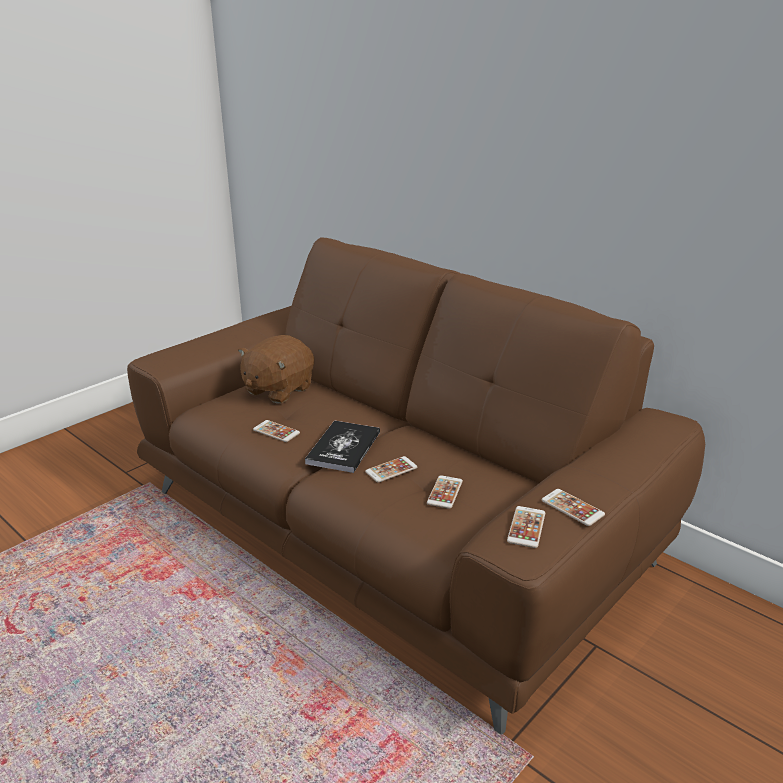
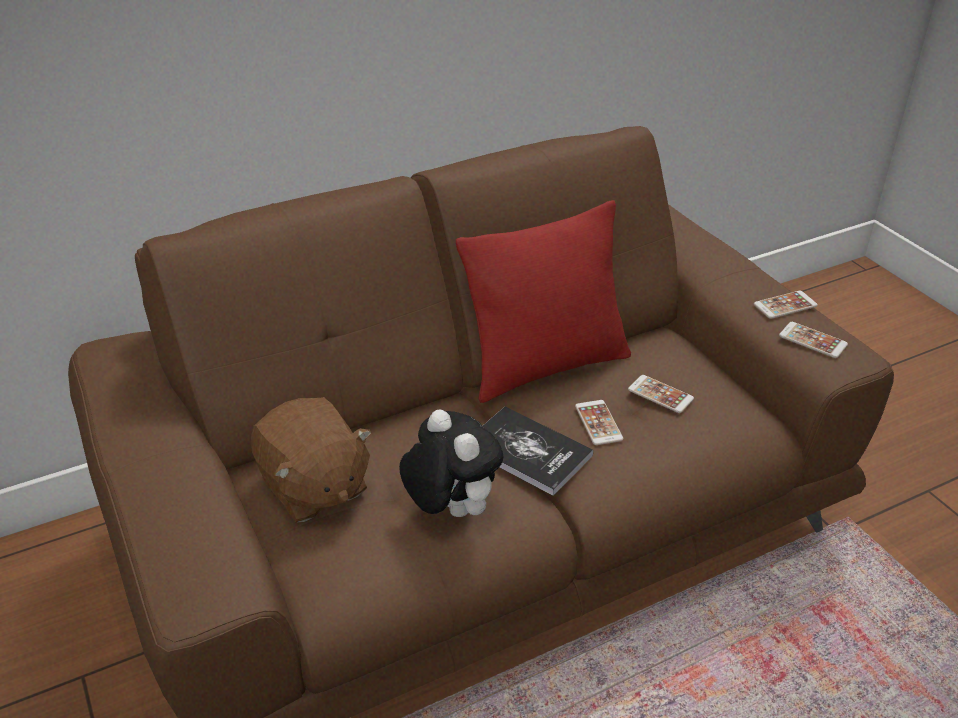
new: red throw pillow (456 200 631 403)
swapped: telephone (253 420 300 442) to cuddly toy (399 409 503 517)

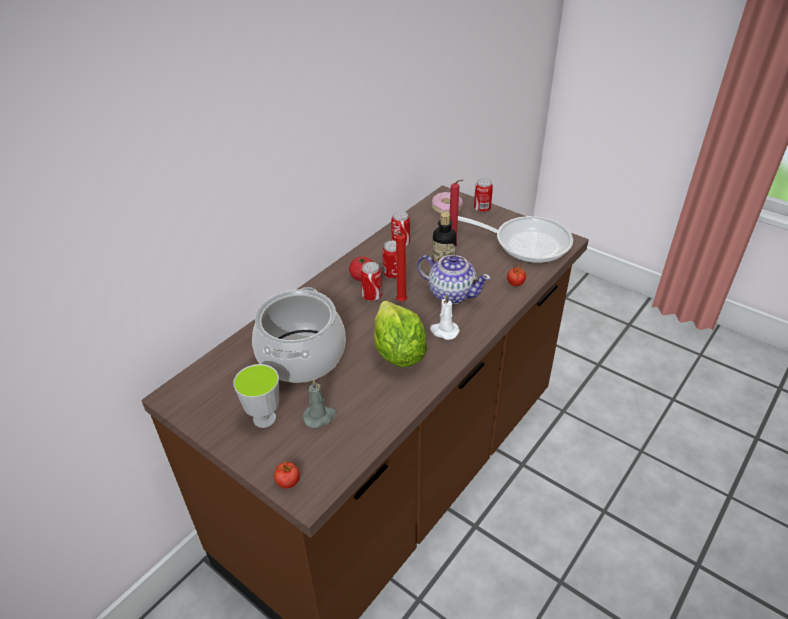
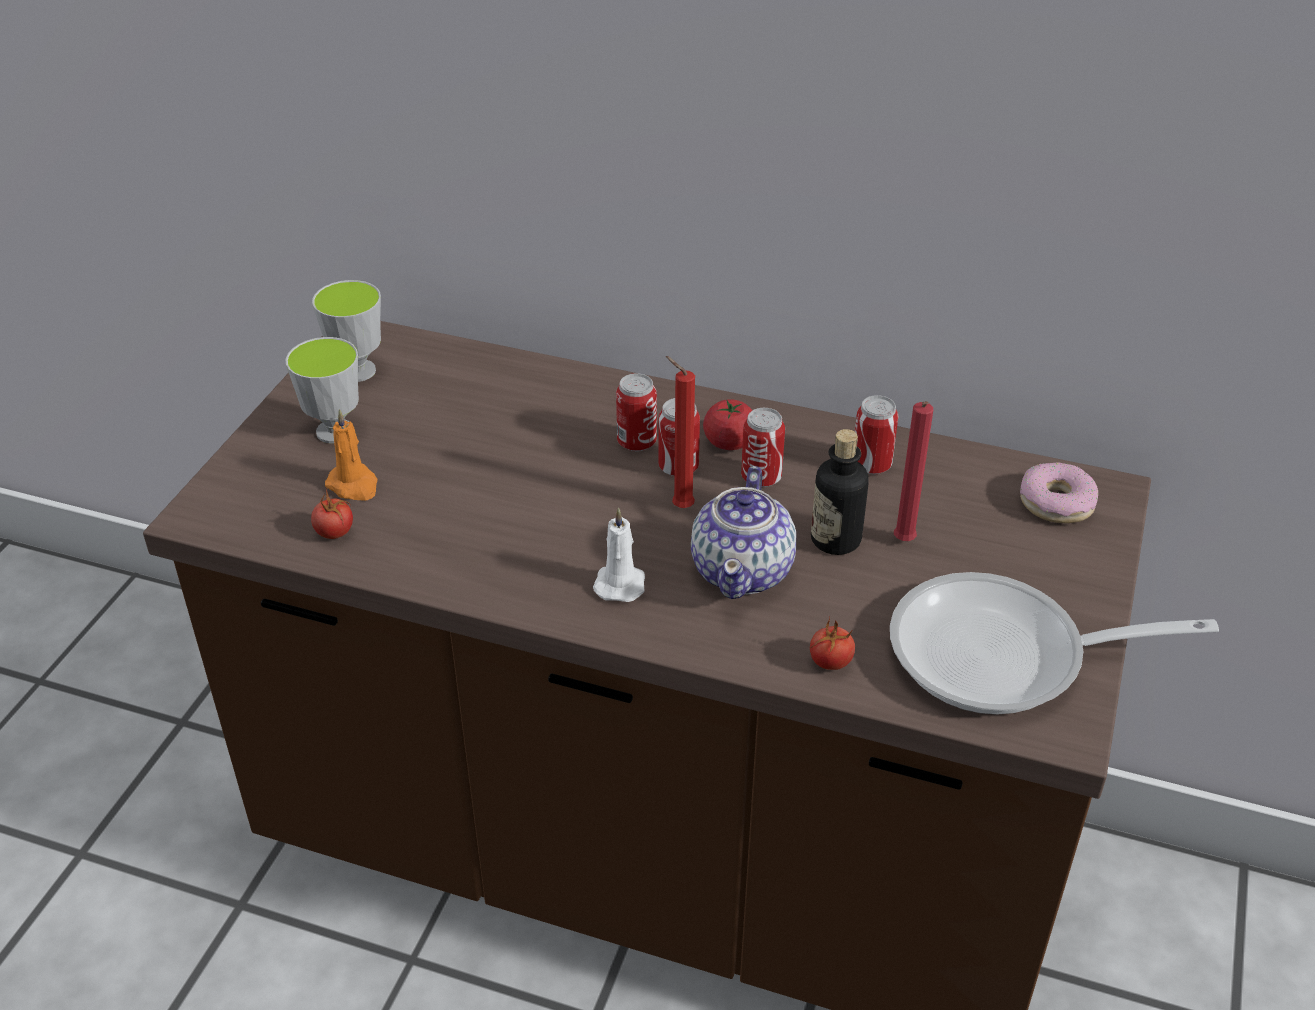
gone: saucepot (252 287 346 383); head of lettuce (374 301 428 367)
new: small cup (312 280 381 382)
shifted: metal can (474 178 493 213) to (616 373 657 452); tomato (274 460 300 489) to (311 488 353 539)
repainted: grey wax light (303 379 337 428) to orange-coloured wax light (325 409 378 501)
rotated: skillet (458 216 573 263) = (890 572 1219 714) 90 degrees clockwise

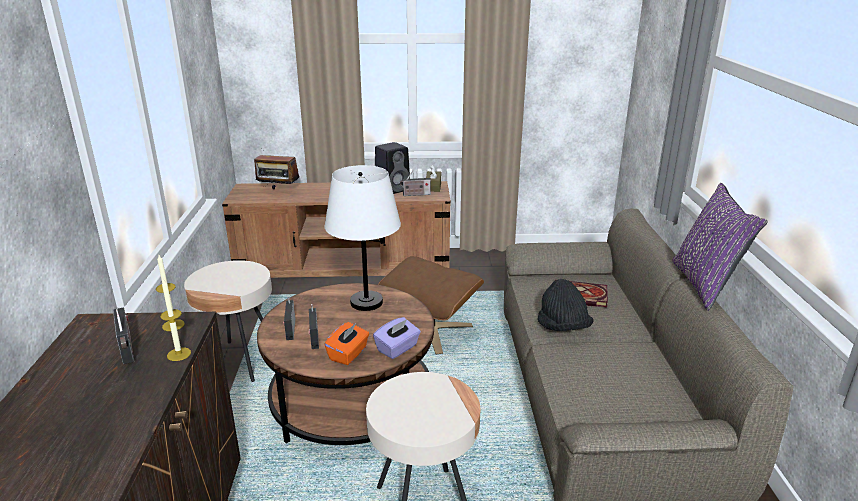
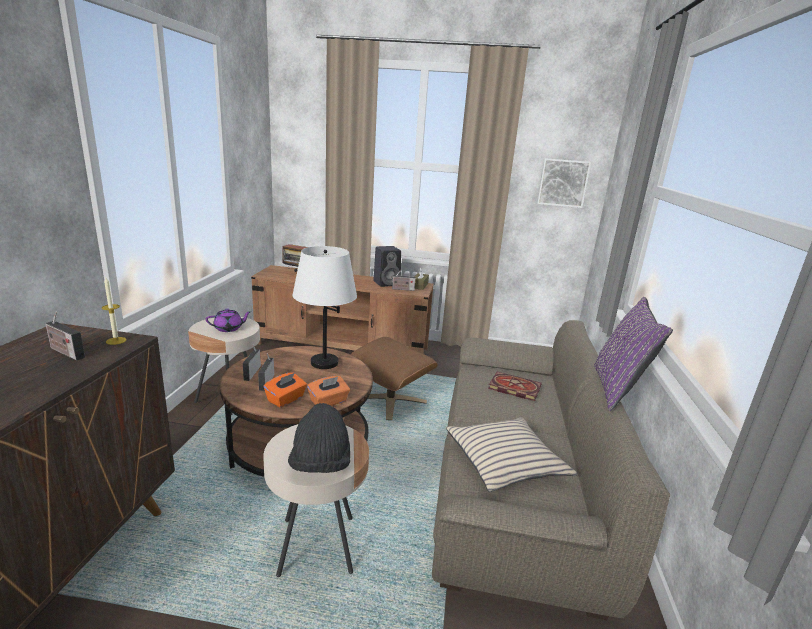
gone: wax light (160 280 191 361)
new: wall picture (537 158 591 208); purple teapot (206 309 252 332); beige-coloured throw pillow (446 417 578 492)
shifted: black-coloured clothing hat (538 279 594 331) to (288 403 350 473)
repainted: purple box of tissues (373 317 421 359) to orange-coloured box of tissues (307 376 350 406)
rotated: radio receiver (113 308 134 364) = (45 311 85 361) 135 degrees clockwise

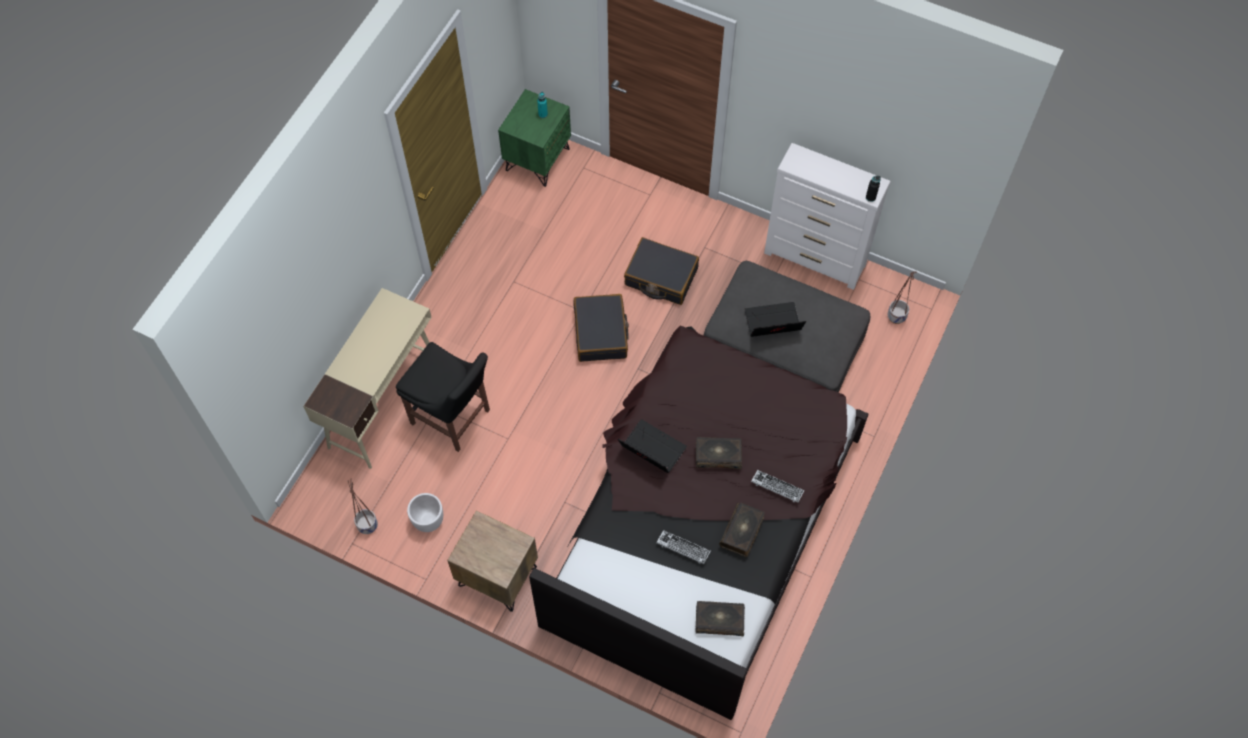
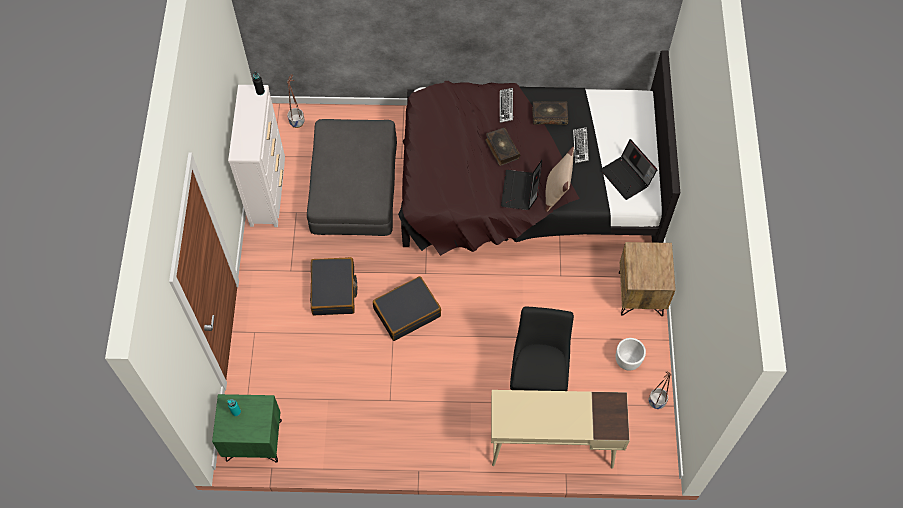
gone: bound book (696 601 745 636)
new: beige-coloured throw pillow (545 147 574 212)
shifted: laptop (744 302 806 337) to (600 139 657 200)

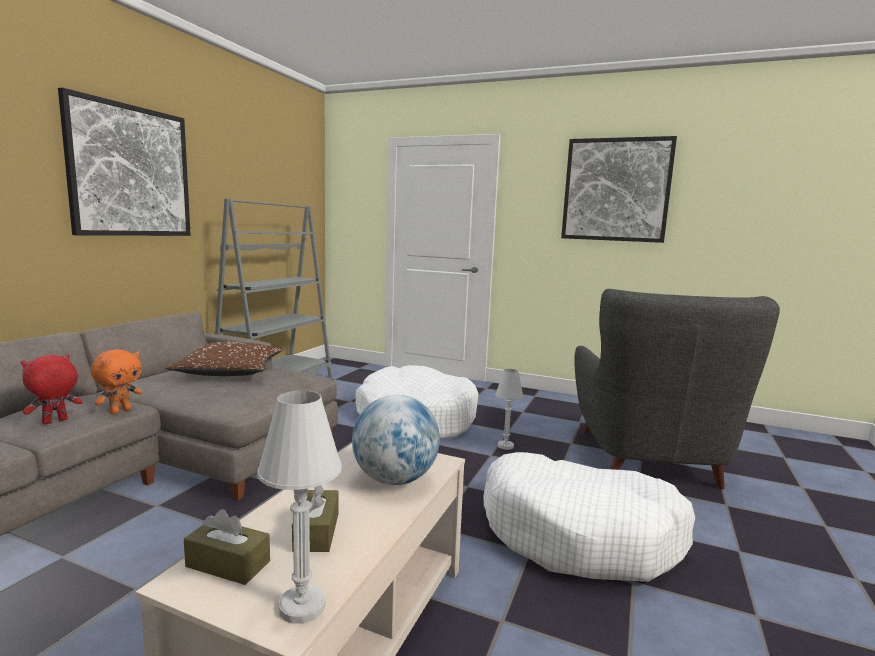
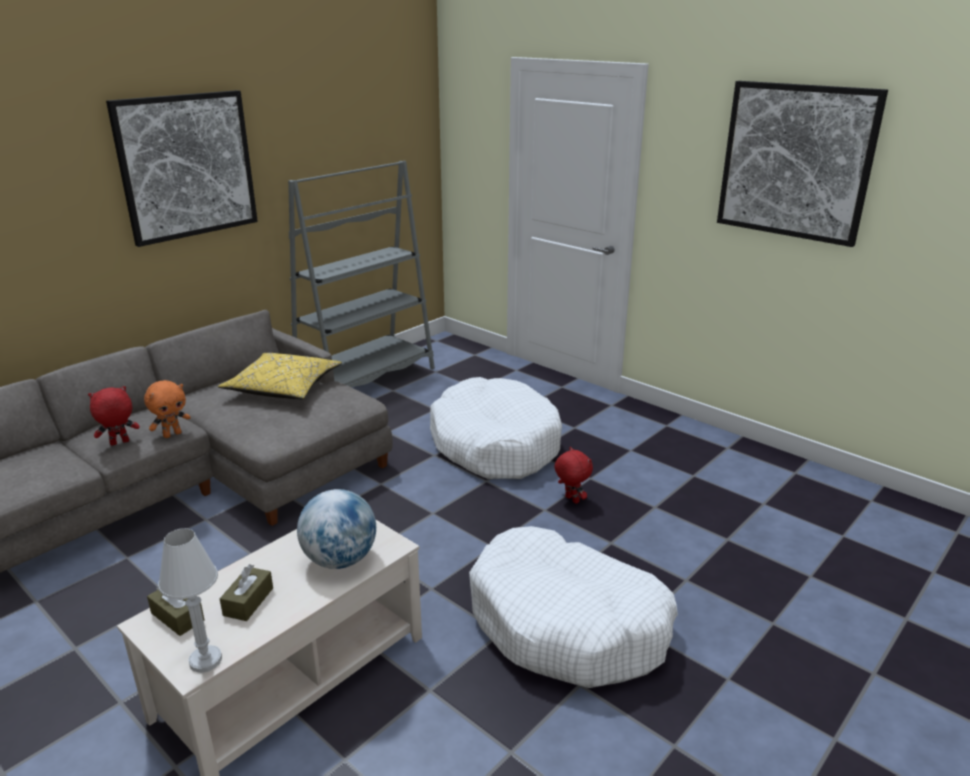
gone: grey lounge chair (574 289 780 489)
swapped: white tabletop lamp (495 369 524 450) to red cuddly toy (554 447 593 504)
repainted: brown-coloured throw pillow (165 342 283 376) to yellowish throw pillow (218 353 342 399)

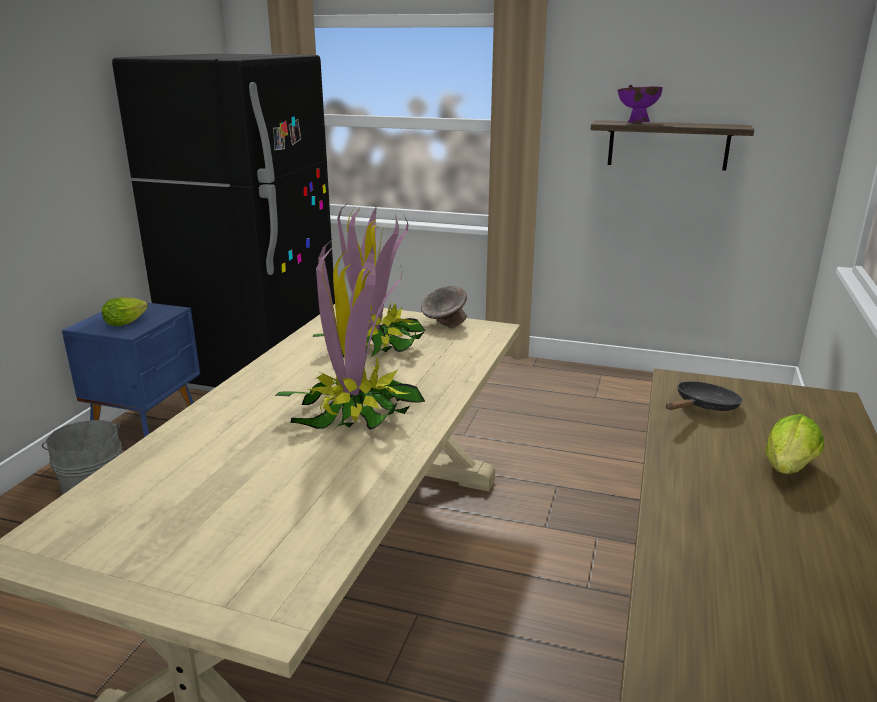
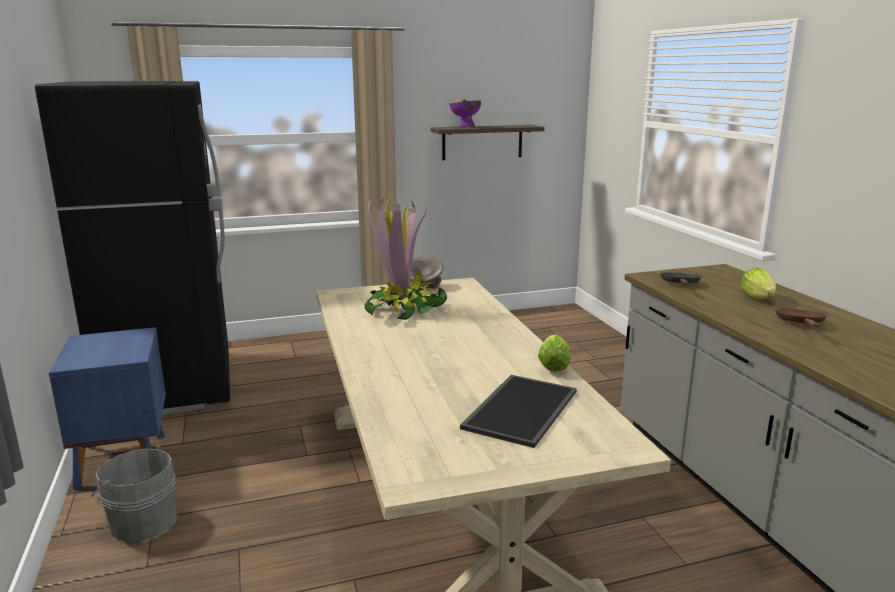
gone: plant in a pot (275 238 425 430)
new: brown-coloured skillet (775 309 827 327); tray (460 375 577 448)
shifted: head of lettuce (102 297 148 326) to (538 335 570 372)

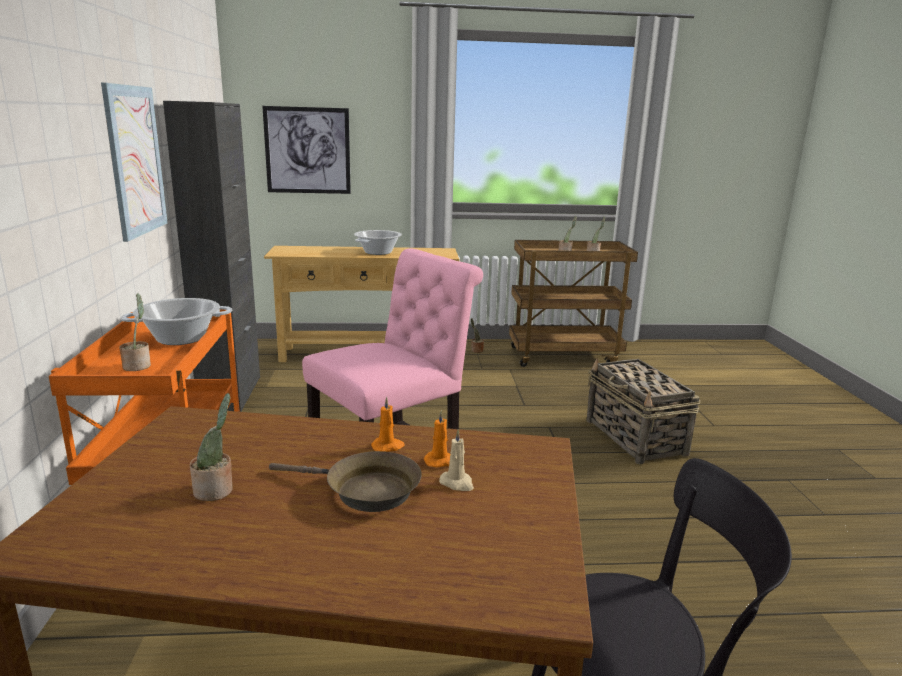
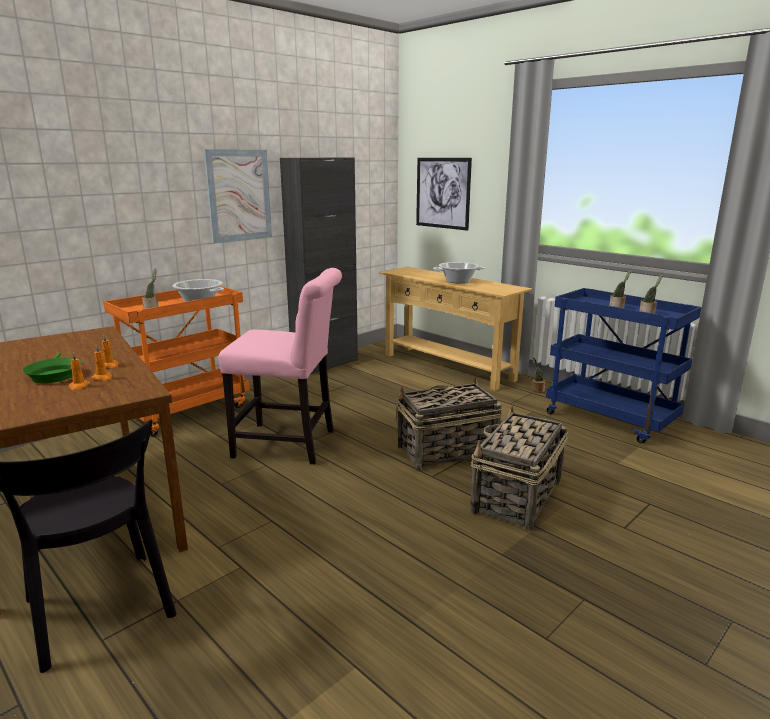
gone: plant in a pot (190 393 233 501)
new: household basket (396 378 502 470)
repainted: brown-coloured trolley (509 240 638 367) to blue trolley (546 288 702 444); beige-coloured wax light (439 429 474 491) to orange-coloured wax light (69 352 90 391); brown-coloured skillet (269 451 422 512) to green-coloured skillet (23 353 81 383)

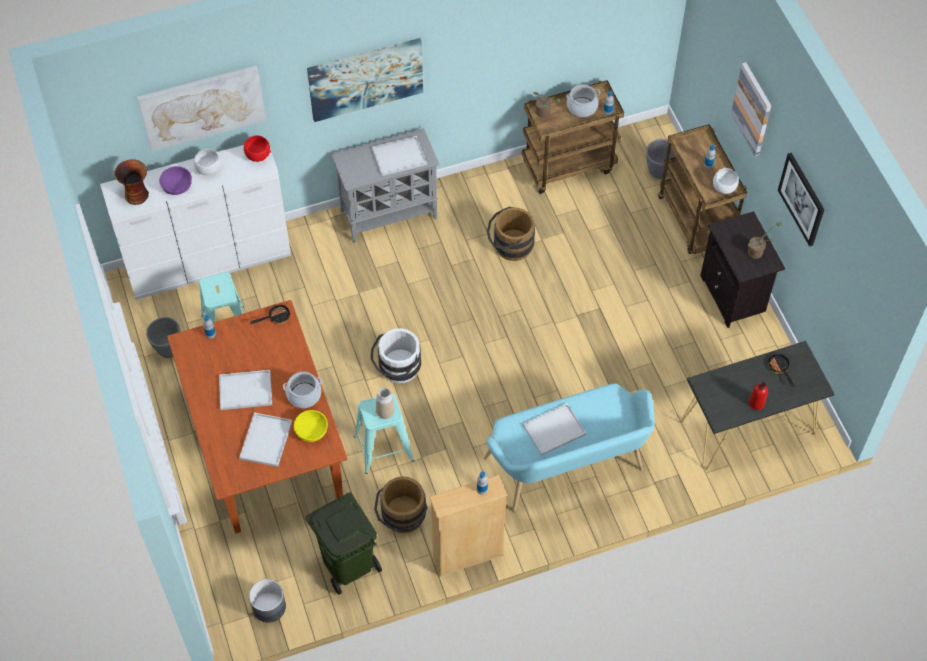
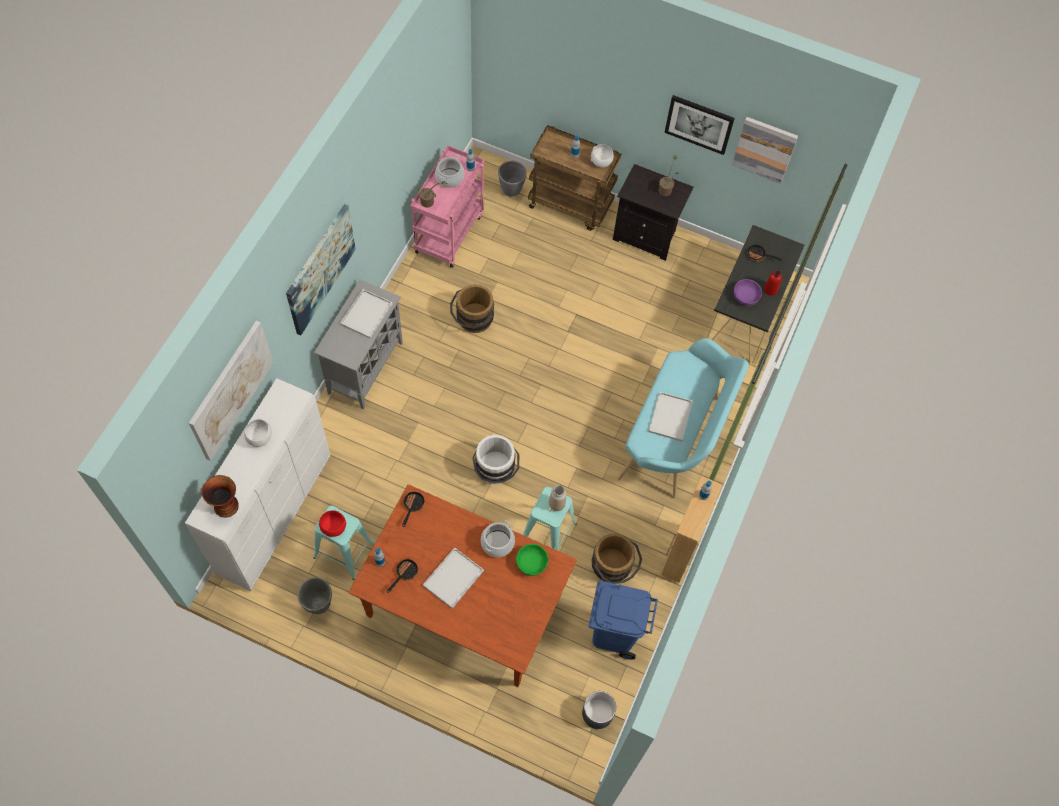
gone: white tray (239 412 292 467)
new: skillet (387 558 418 593)
shifted: wall picture (731 62 771 157) to (732 117 798 184); red deep dish (244 135 271 162) to (319 510 346 537); purple deep dish (159 166 192 195) to (734 279 762 306)
repainted: brown-coloured trolley (522 80 624 194) to pink trolley (410 145 484 268); yellowish deep dish (294 410 328 442) to green-coloured deep dish (516 544 549 576); green-coloured rubbish bin (305 492 382 595) to blue rubbish bin (589 581 658 660)

